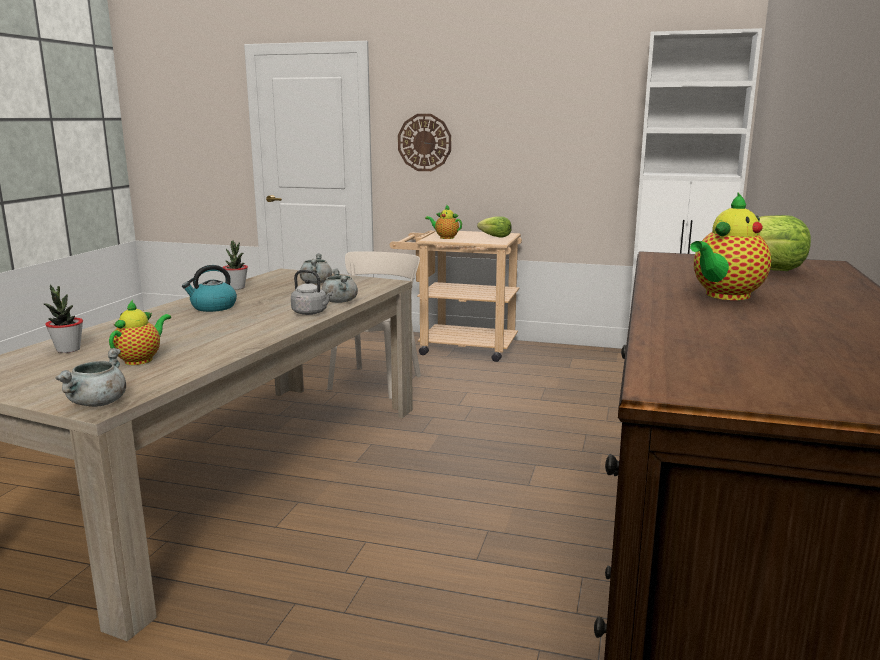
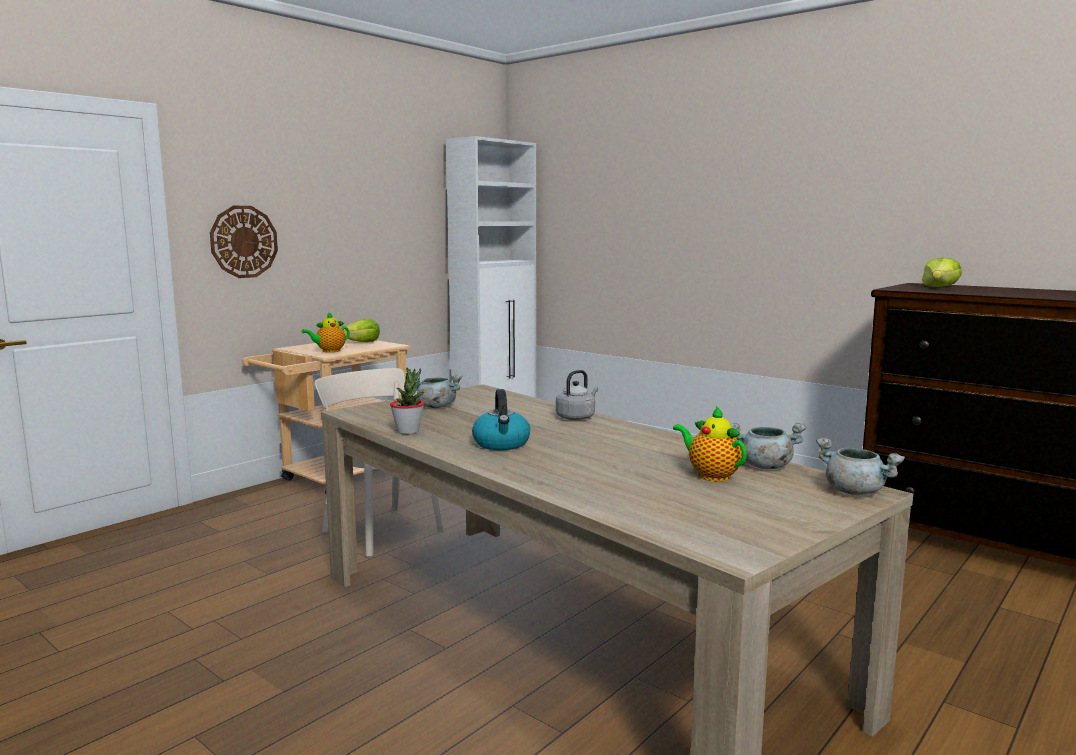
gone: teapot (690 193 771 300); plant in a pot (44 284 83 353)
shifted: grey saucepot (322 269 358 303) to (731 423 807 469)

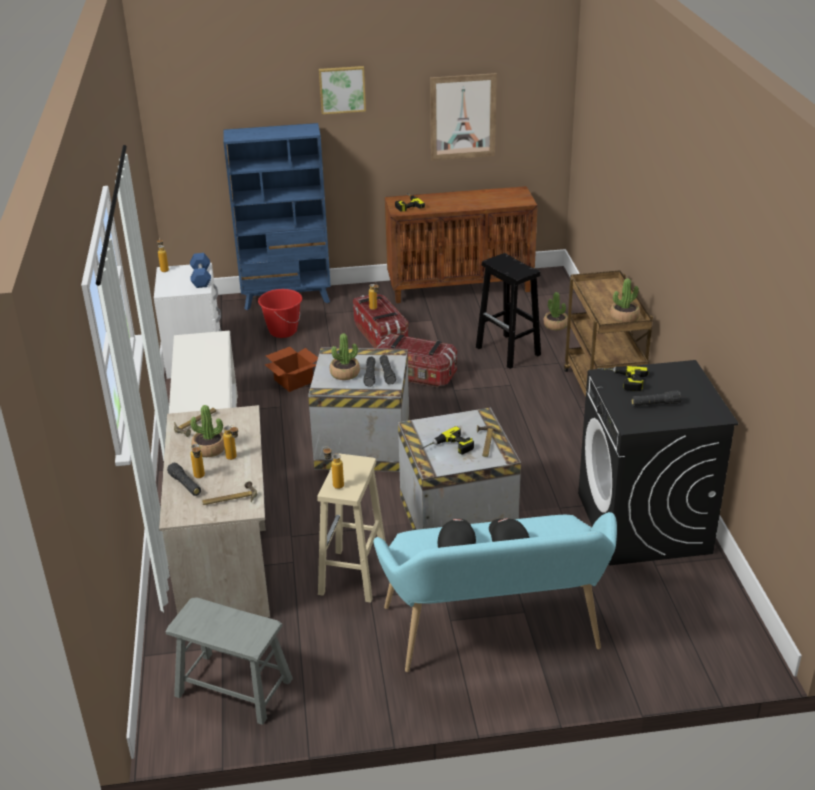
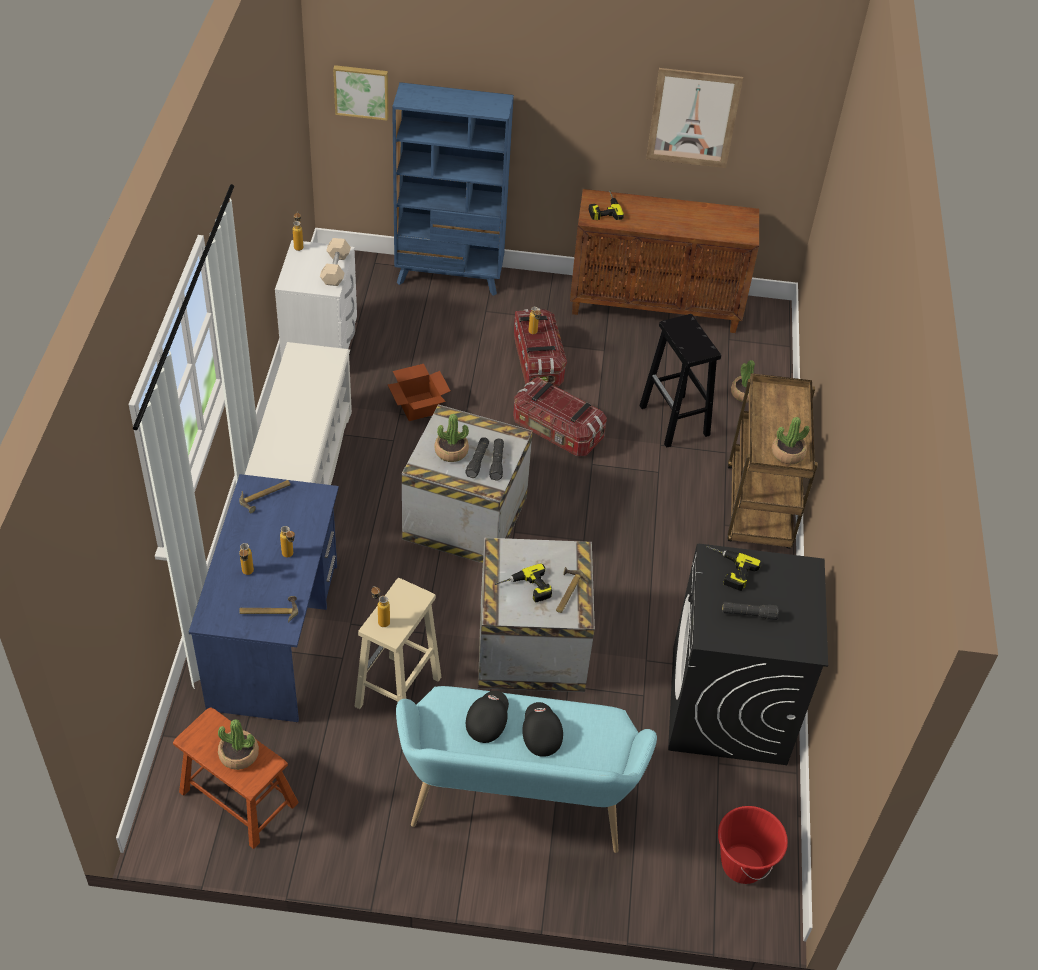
gone: black-coloured hand torch (167 463 201 496)
shifted: wall picture (319 66 366 114) to (333 65 388 121); red water bucket (258 289 302 338) to (718 806 788 884); plant in a pot (190 405 225 457) to (218 719 259 770)
repainted: blue free weight (190 253 211 288) to beige-coloured free weight (320 238 351 286); beige-coloured desk unit (159 405 270 618) to blue desk unit (189 474 339 722); grey stool seat (166 597 293 725) to brown-coloured stool seat (173 707 298 849)

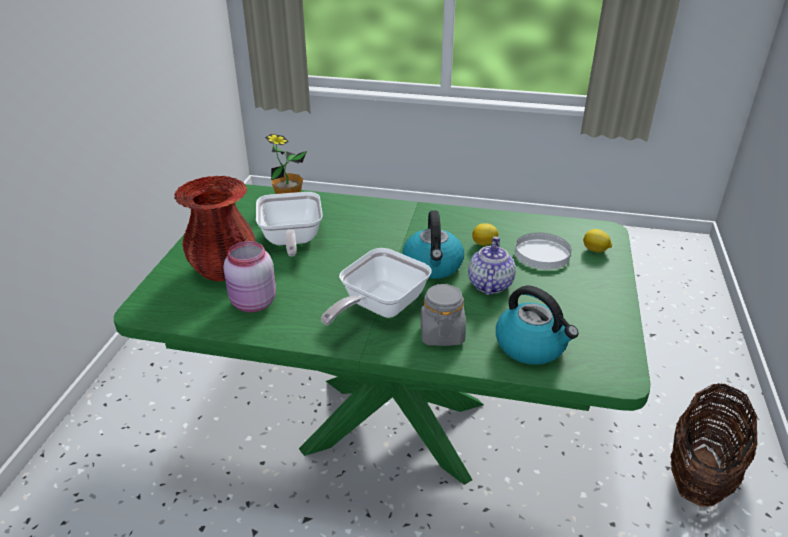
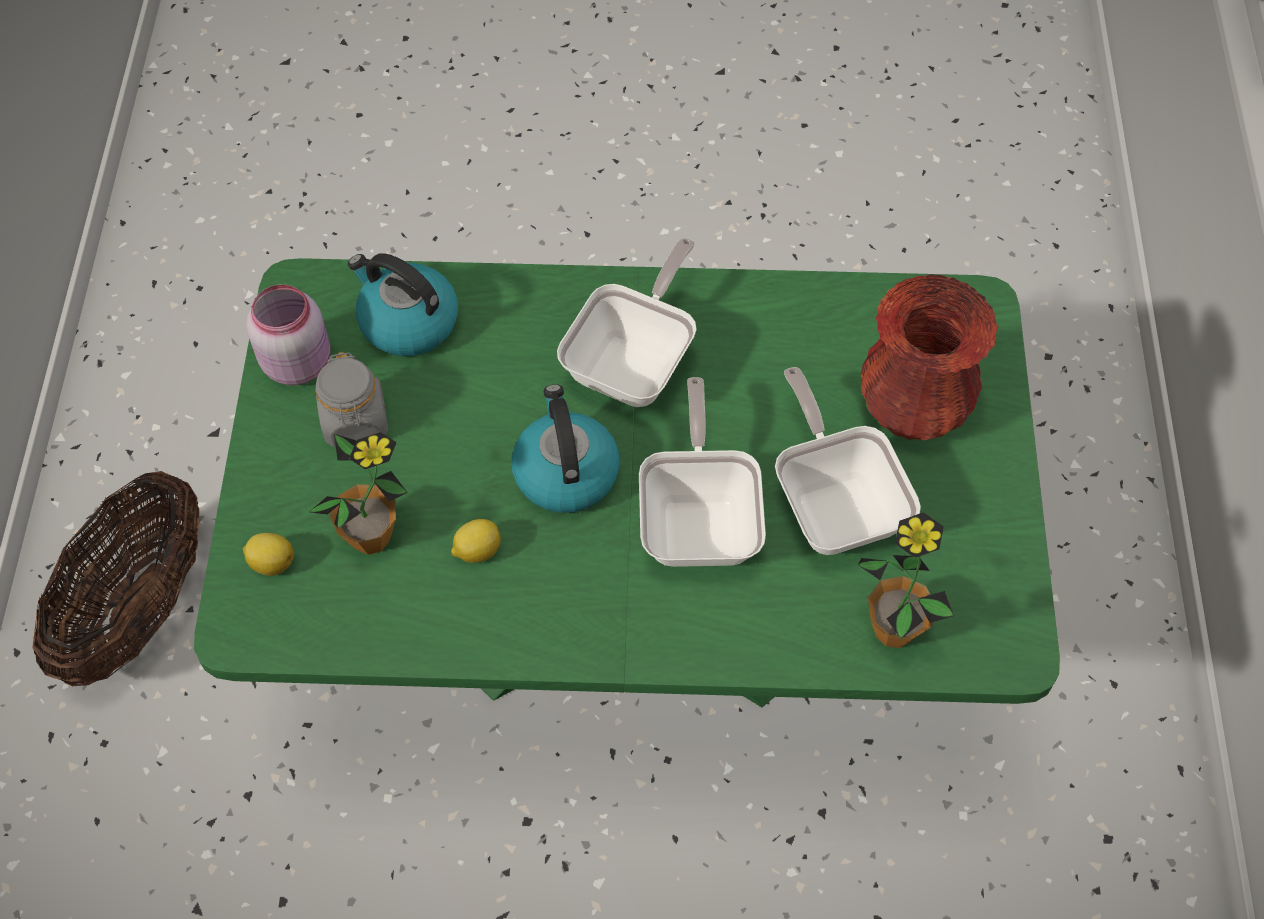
gone: teapot (468 236 516 295)
new: skillet (639 377 766 567)
shifted: pink jar (223 241 276 312) to (246 284 331 385); grey jar (420 284 466 346) to (315 352 388 447)
swapped: white flat dish (515 232 571 269) to plant in a pot (309 432 408 555)

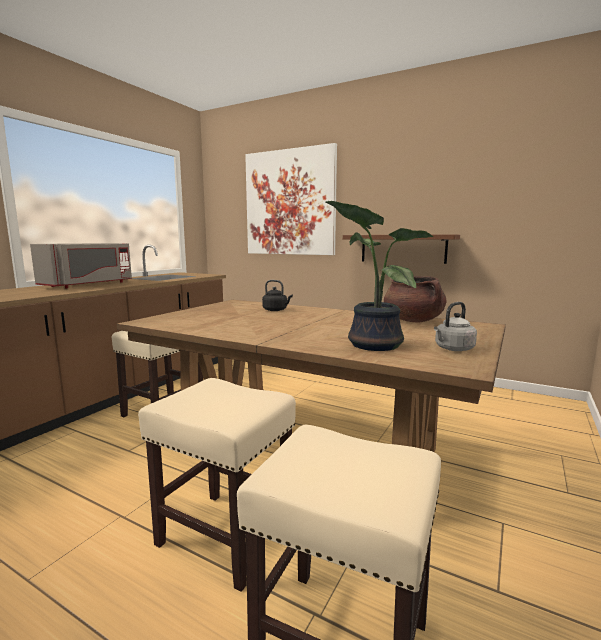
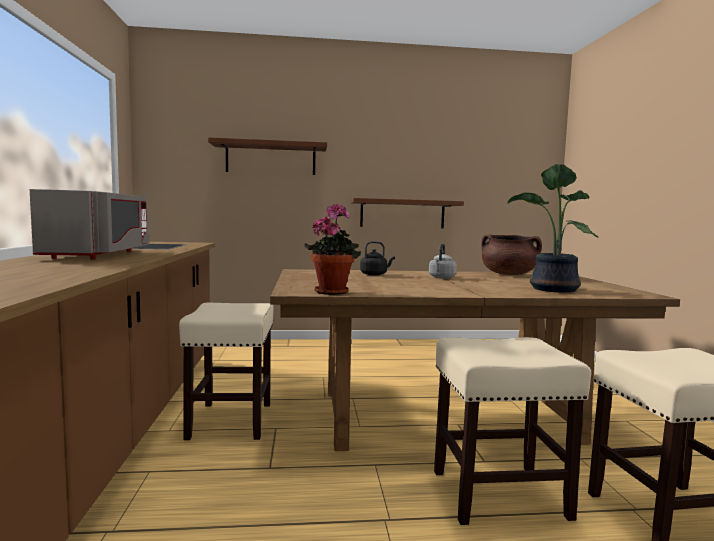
new: plant in a pot (304 203 361 295)
shifted: grey tea kettle (434 302 477 351) to (429 243 457 278)
swapped: wall picture (245 143 337 255) to brown-coloured shelf (208 137 327 175)

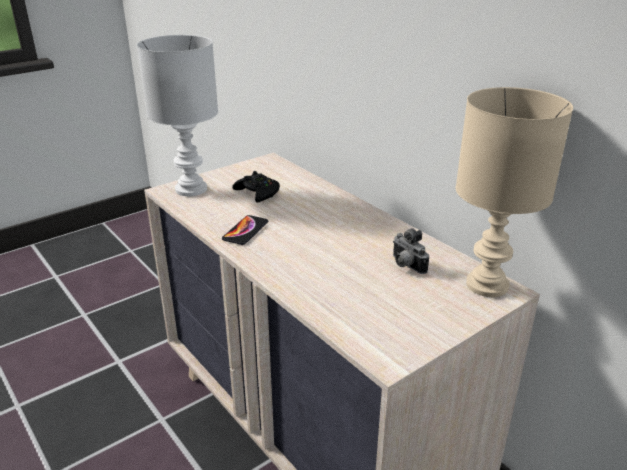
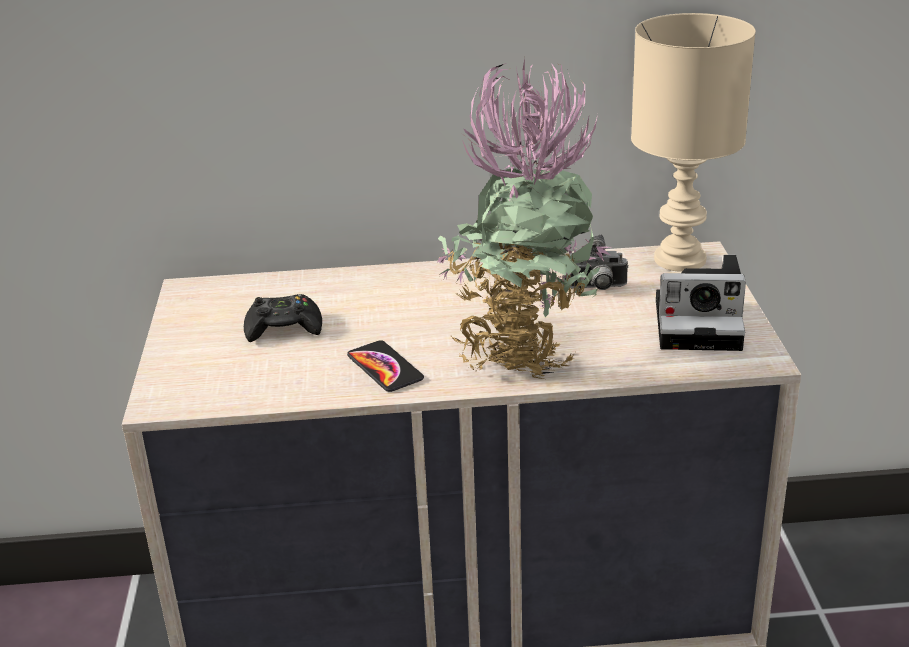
gone: white tabletop lamp (137 35 218 196)
new: plant in a pot (437 58 610 379); photo camera (656 255 746 351)

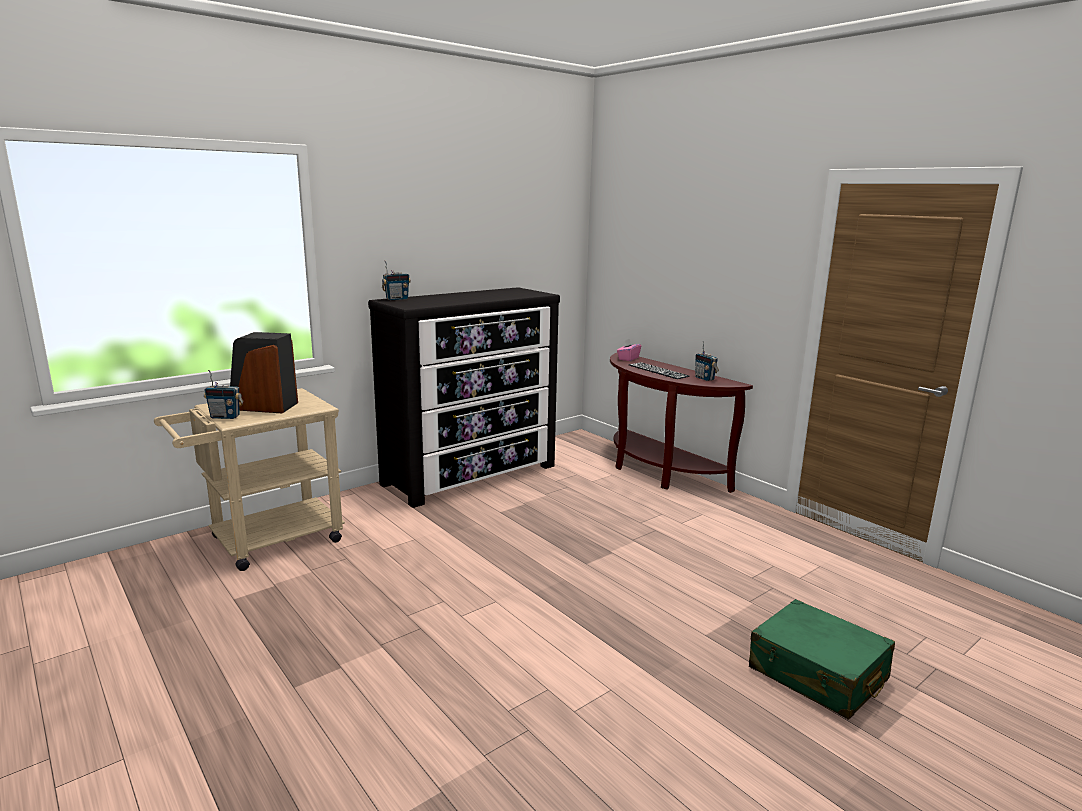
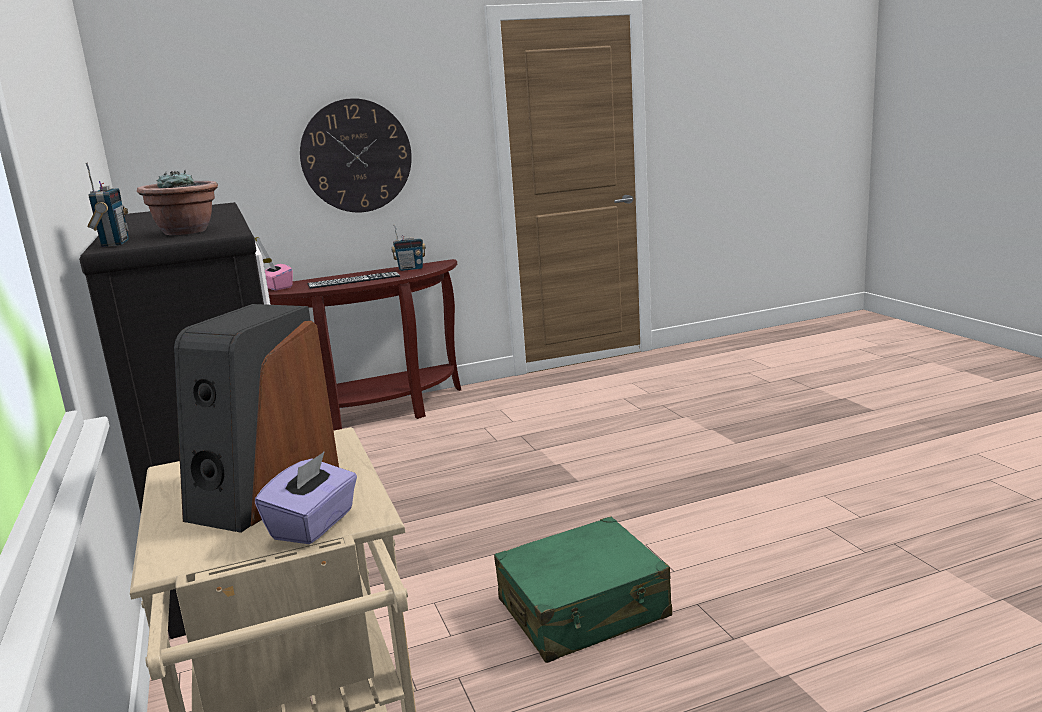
new: hanging clock (300 98 412 212); plant in a pot (137 170 218 235)
shifted: green-coloured suitcase (749 599 895 720) to (494 516 672 663)
swapped: radio receiver (204 370 243 419) to purple box of tissues (255 451 357 544)

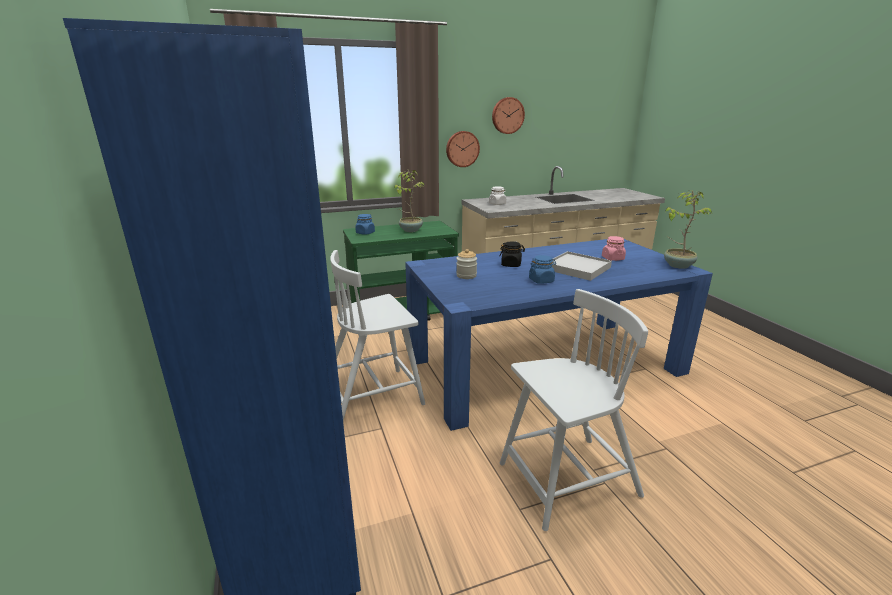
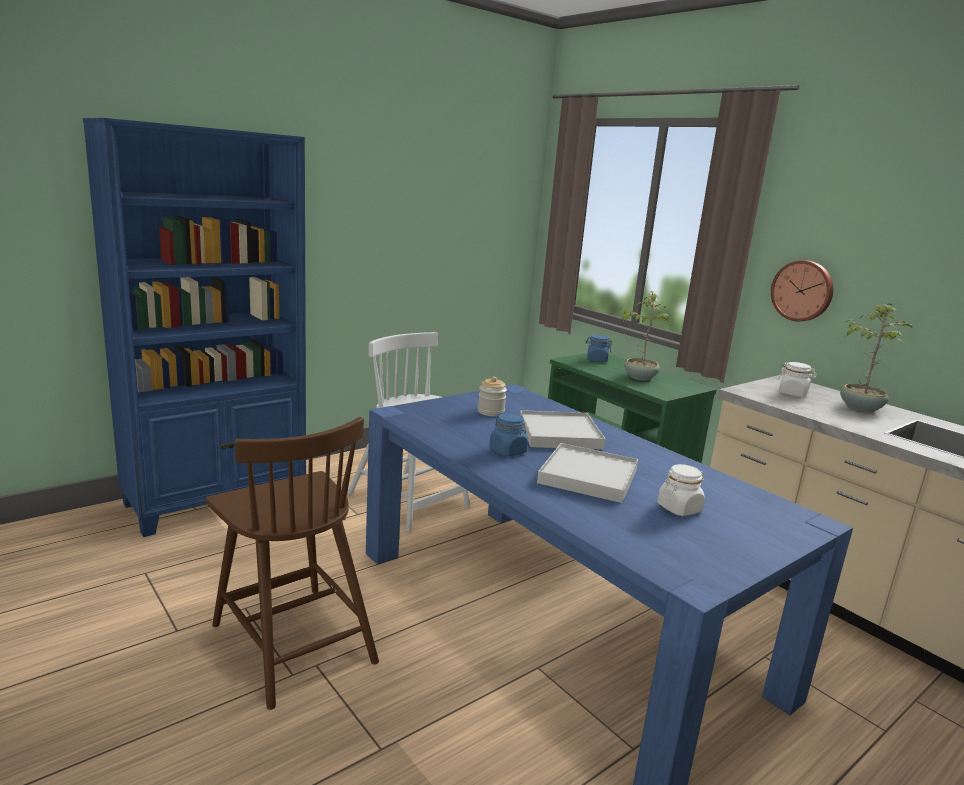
gone: hanging clock (492 97 525 134)
shifted: plant in a pot (664 190 712 269) to (840 303 913 413)
swapped: black-coloured jar (500 242 525 267) to white tray (520 410 606 450)
repainted: pink jar (602 236 626 261) to white jar (658 464 705 516); white plain chair (500 289 648 531) to brown-coloured plain chair (206 417 379 710)

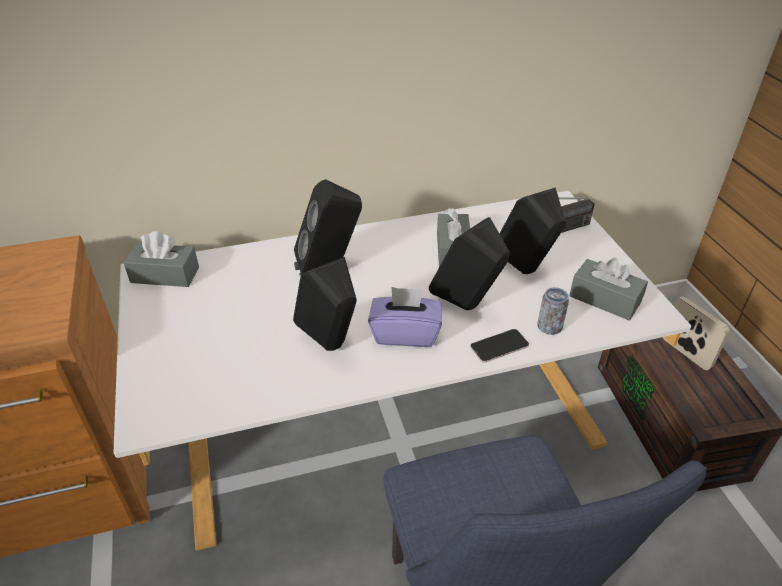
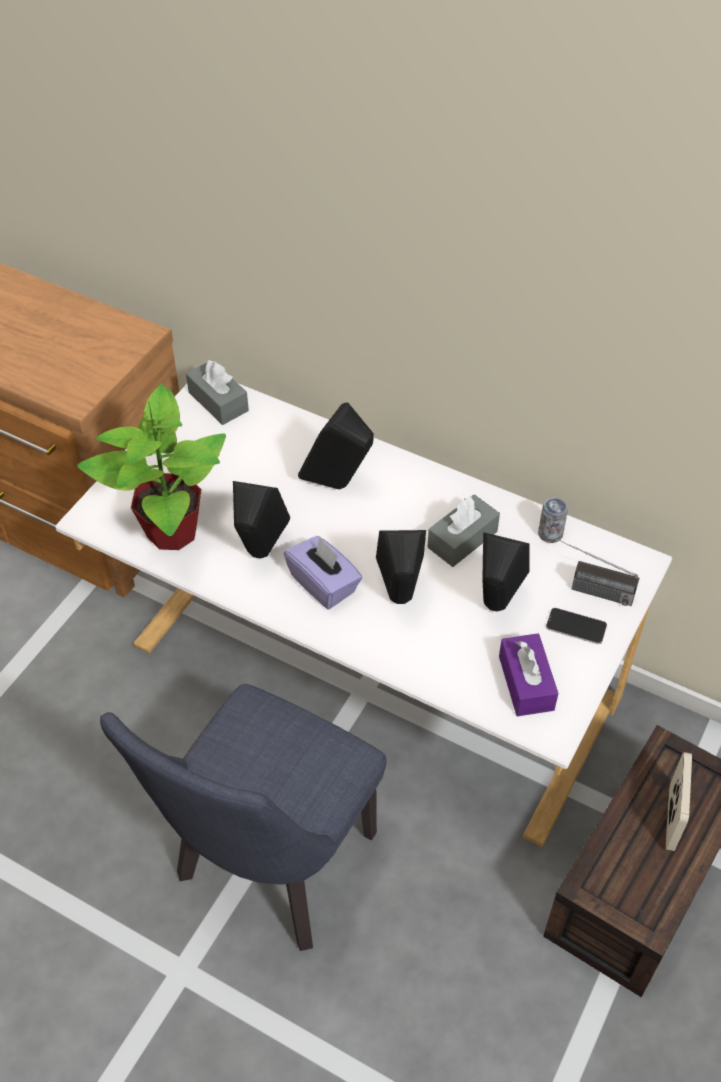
new: plant in a pot (77 384 226 550)
shifted: metal can (537 287 569 335) to (538 497 568 543); telephone (470 329 529 363) to (546 608 607 644)
repainted: grey box of tissues (569 258 648 320) to purple box of tissues (499 633 558 716)

